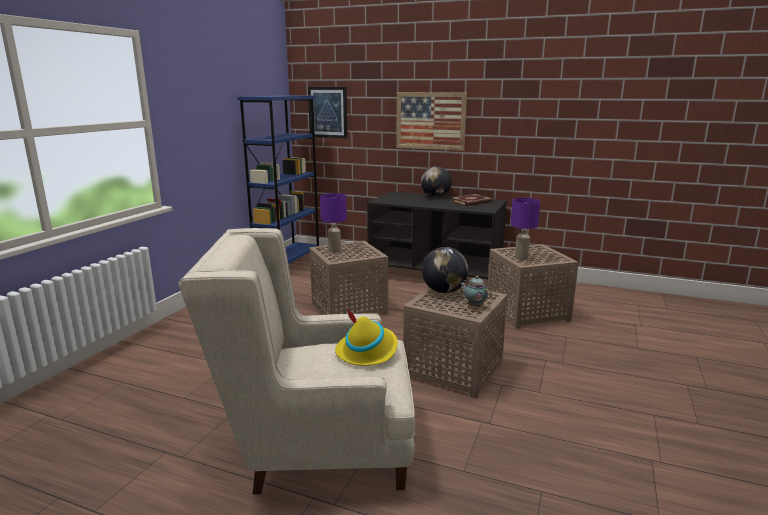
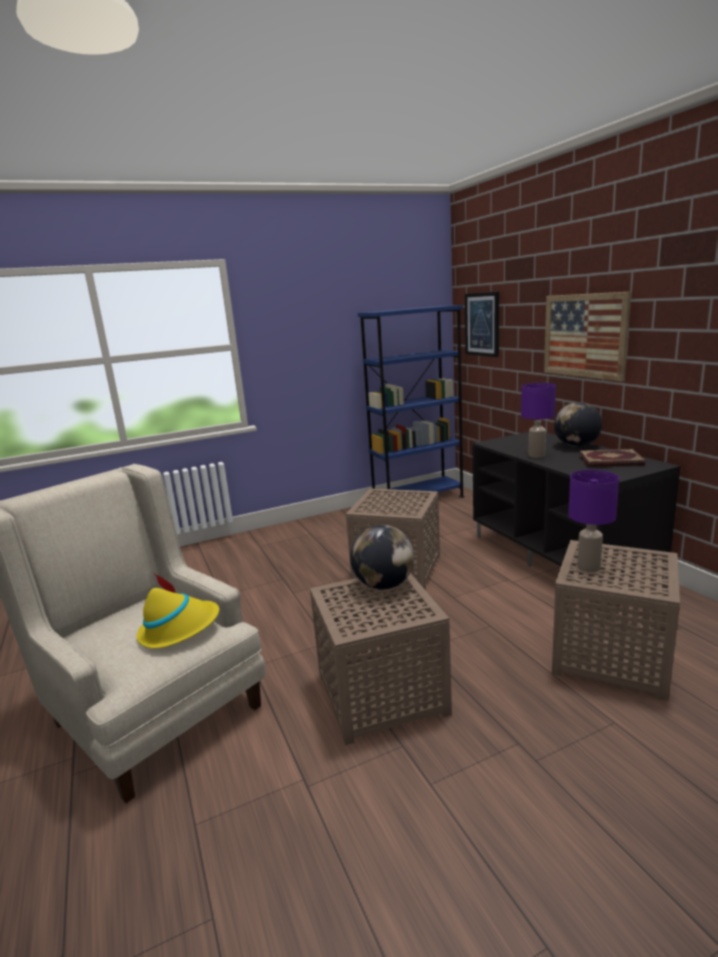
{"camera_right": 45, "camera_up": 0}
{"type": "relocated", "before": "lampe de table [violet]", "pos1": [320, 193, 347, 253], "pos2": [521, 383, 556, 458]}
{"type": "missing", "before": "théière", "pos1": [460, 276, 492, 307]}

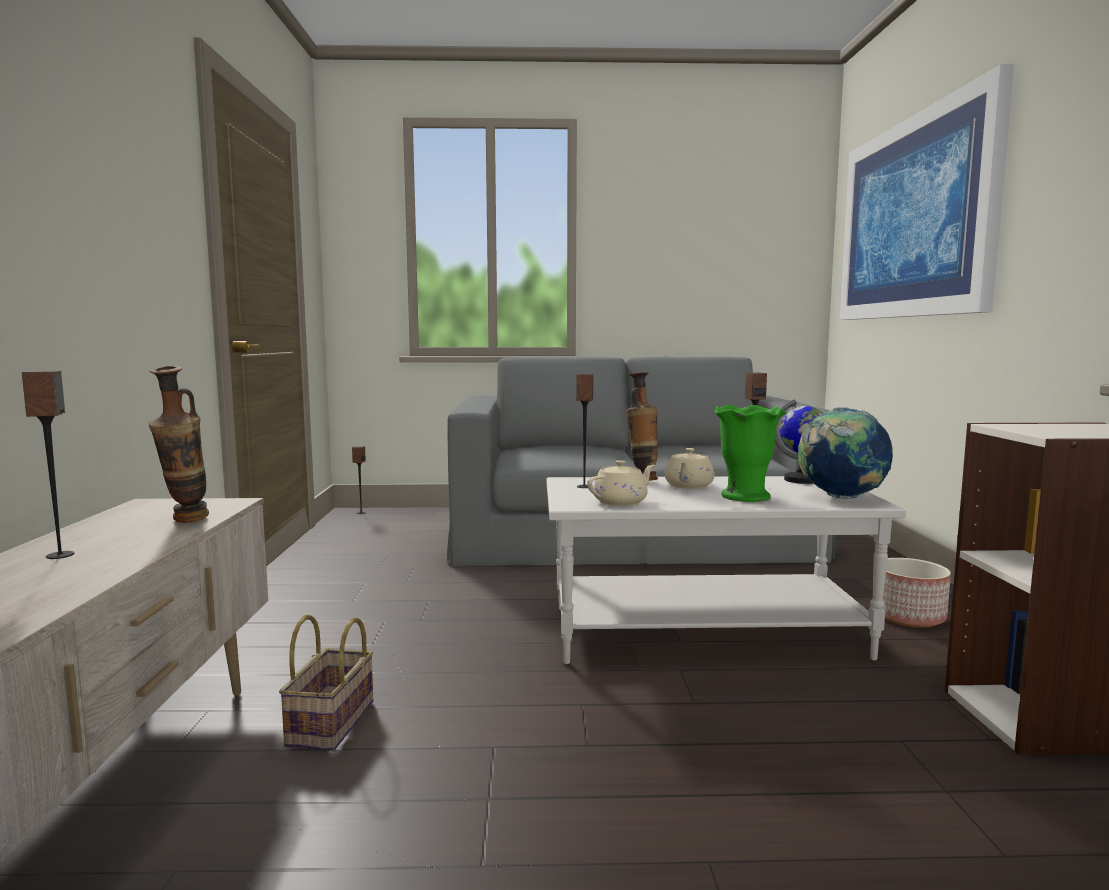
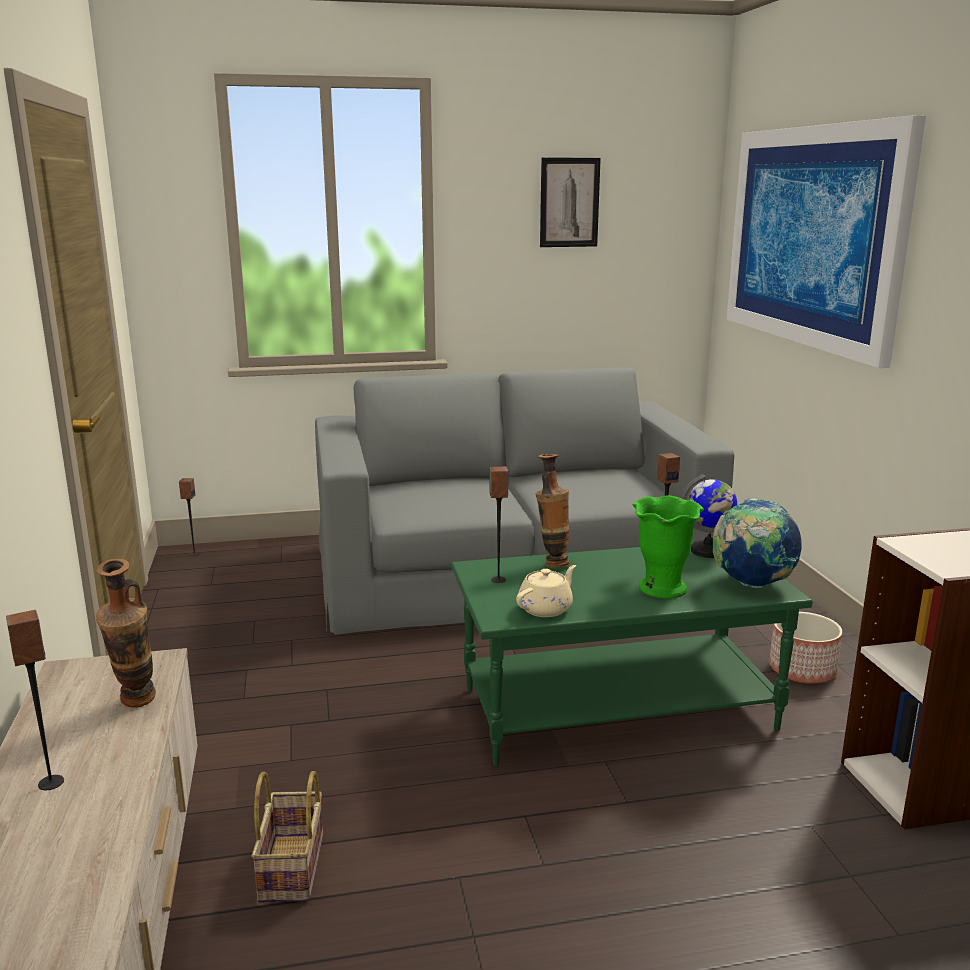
{"camera_right": -10, "camera_up": 10}
{"type": "missing", "before": "théière [beige]", "pos1": [665, 448, 714, 489]}
{"type": "colour", "before": "table basse [blanc]", "after": "table basse [vert]", "pos1": [547, 476, 906, 664], "pos2": [451, 547, 813, 766]}
{"type": "appeared", "after": "tableau", "pos2": [540, 157, 601, 247]}

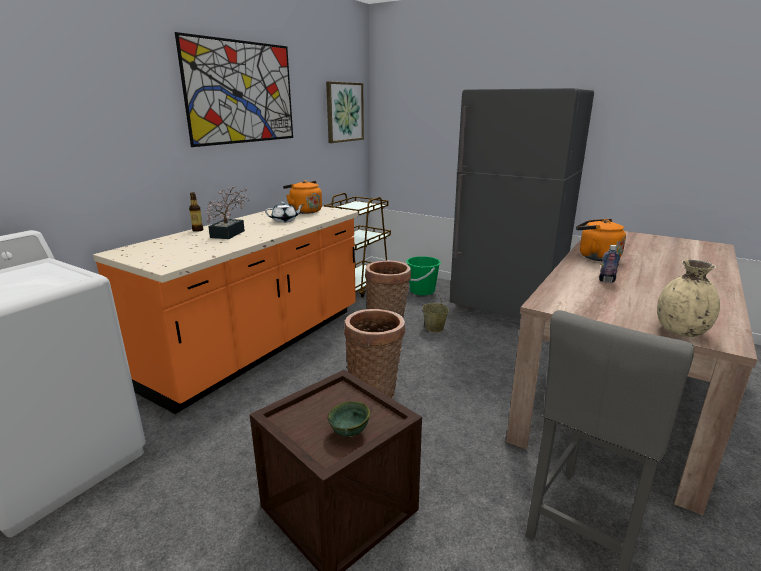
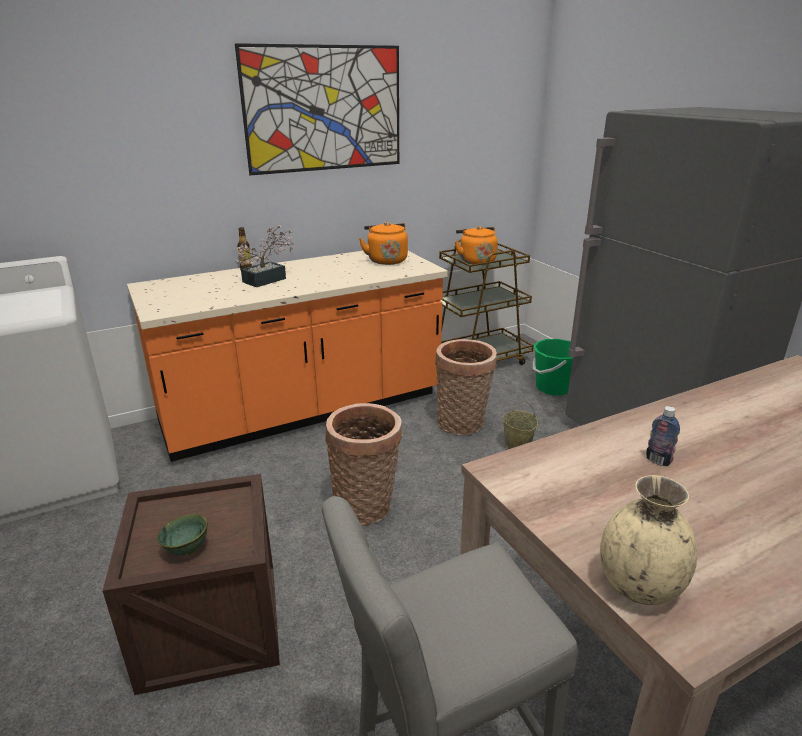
{"camera_right": 30, "camera_up": 5}
{"type": "missing", "before": "tableau", "pos1": [326, 81, 364, 143]}
{"type": "missing", "before": "théière [blanc]", "pos1": [265, 202, 303, 223]}
{"type": "relocated", "before": "bouilloire [orange]", "pos1": [576, 219, 626, 261], "pos2": [455, 226, 498, 265]}

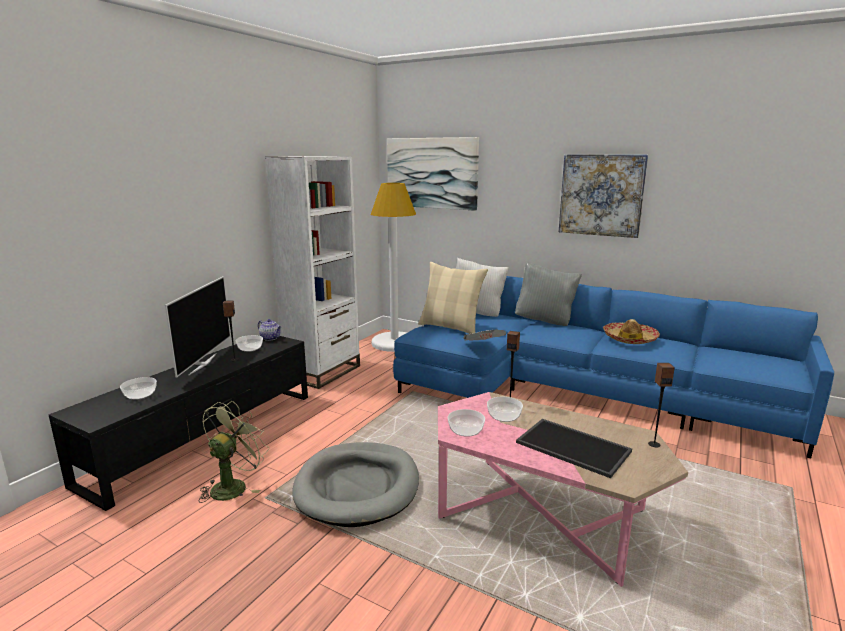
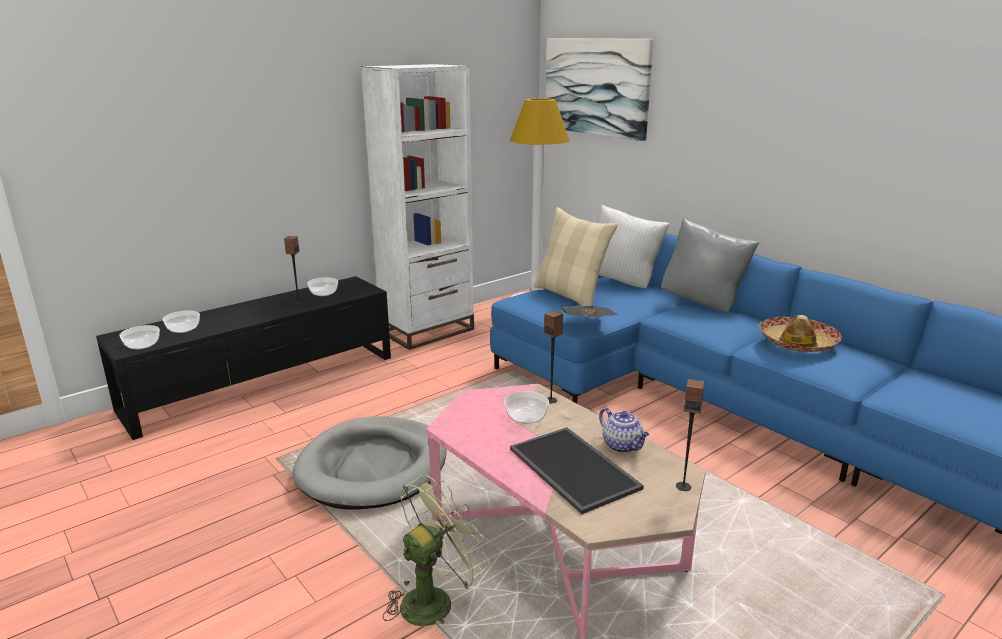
{"camera_right": 20, "camera_up": 5}
{"type": "missing", "before": "tableau", "pos1": [559, 154, 648, 238]}
{"type": "missing", "before": "téléviseur", "pos1": [165, 276, 231, 378]}
{"type": "relocated", "before": "théière", "pos1": [258, 319, 281, 341], "pos2": [599, 408, 649, 453]}
{"type": "relocated", "before": "ventilateur [vert]", "pos1": [198, 401, 269, 503], "pos2": [383, 474, 490, 626]}
{"type": "relocated", "before": "bol", "pos1": [448, 409, 485, 437], "pos2": [119, 325, 160, 350]}

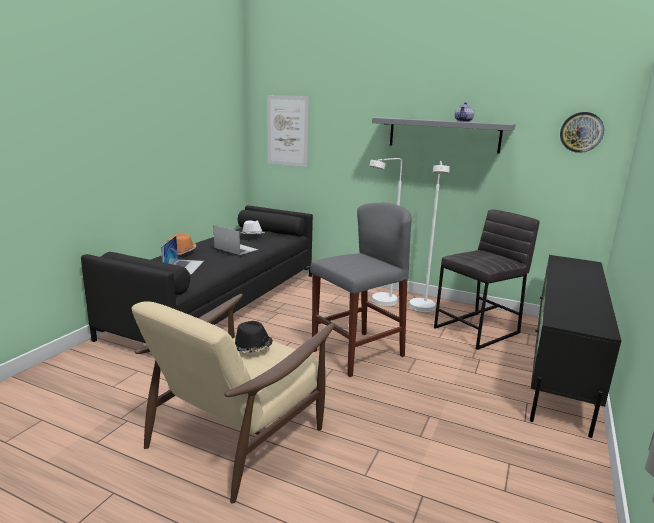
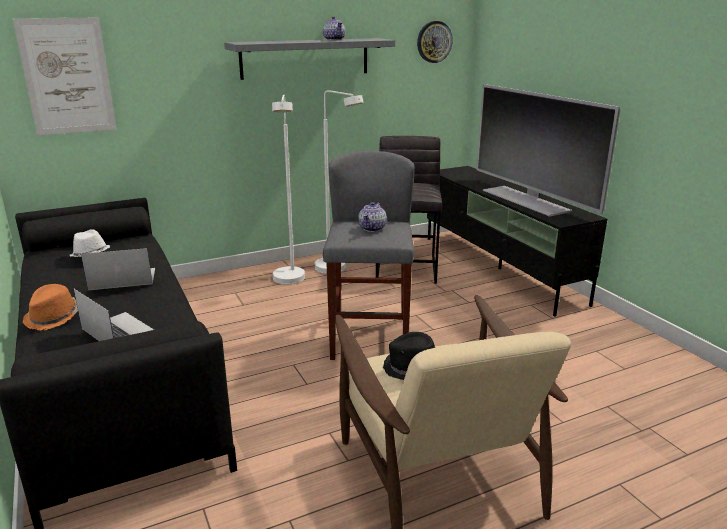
{"camera_right": -50, "camera_up": 5}
{"type": "appeared", "after": "téléviseur", "pos2": [477, 84, 621, 217]}
{"type": "appeared", "after": "théière", "pos2": [358, 202, 387, 232]}

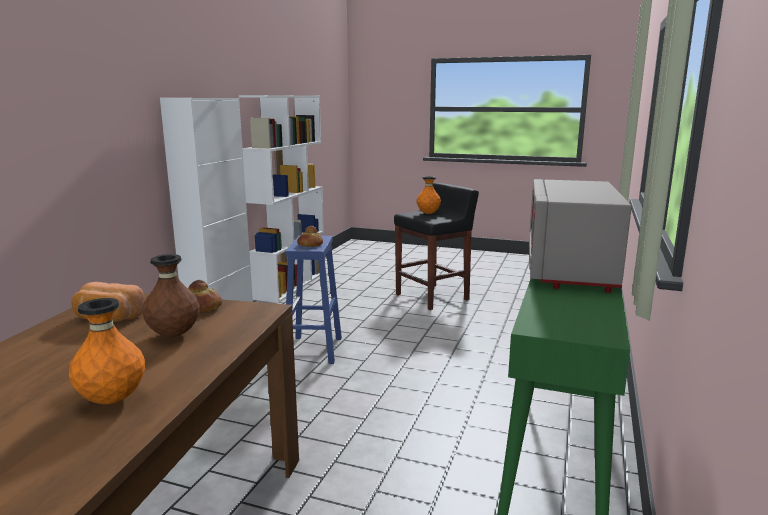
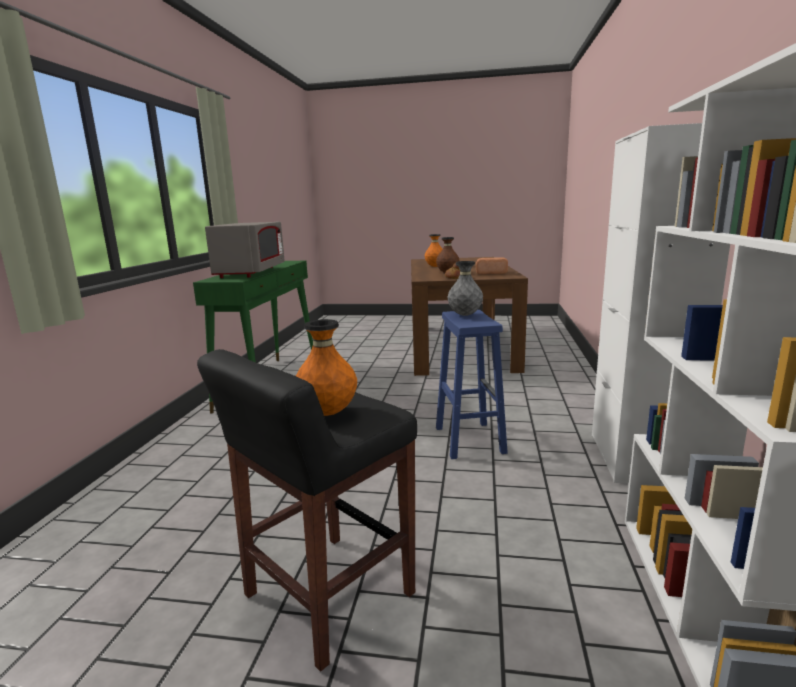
{"camera_right": 170, "camera_up": 0}
{"type": "exchanged", "before": "pain", "after": "vase [gris]", "pos1": [297, 226, 323, 247], "pos2": [448, 261, 483, 316]}

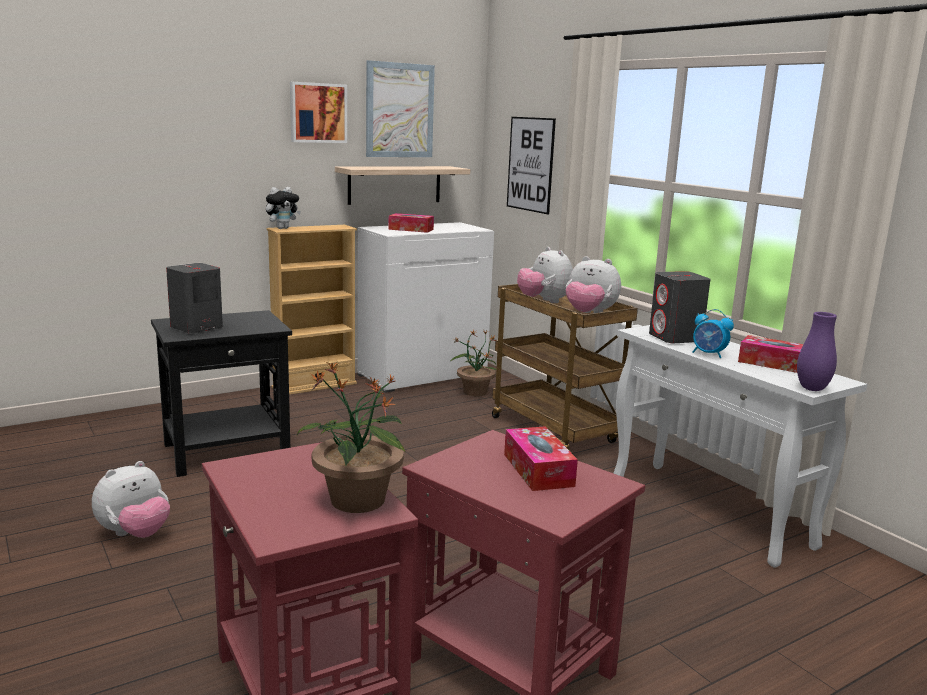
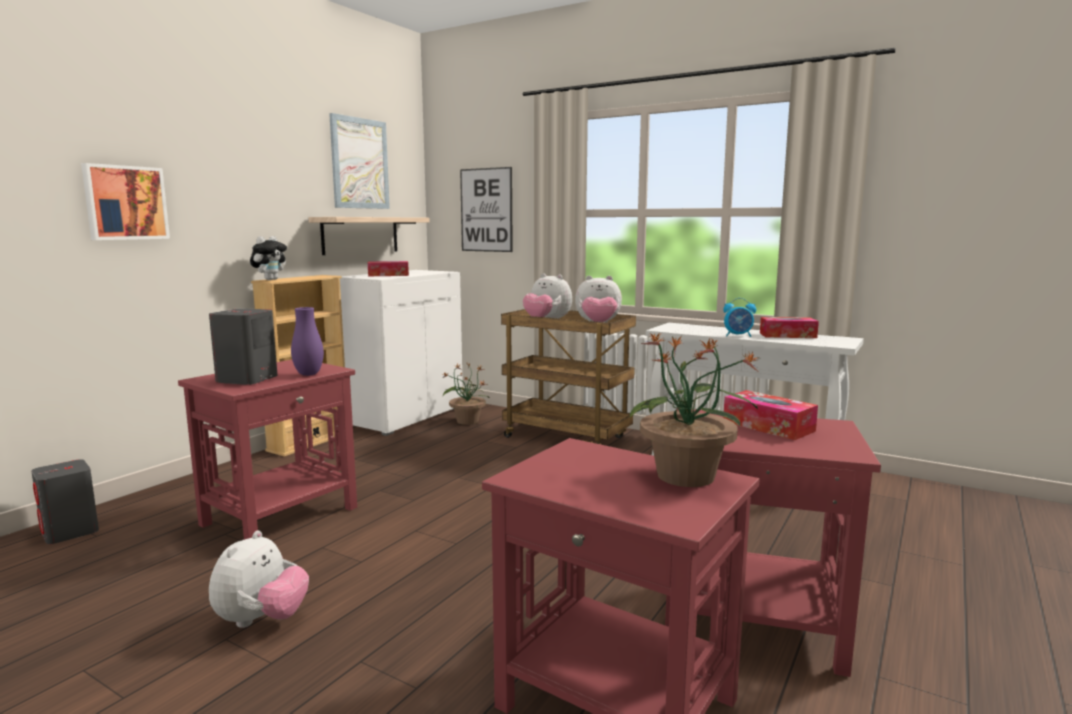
{"camera_right": -25, "camera_up": -5}
{"type": "relocated", "before": "tableau", "pos1": [290, 82, 347, 143], "pos2": [81, 163, 170, 240]}
{"type": "relocated", "before": "enceinte [gris]", "pos1": [649, 271, 710, 343], "pos2": [31, 459, 99, 544]}
{"type": "colour", "before": "table d'appoint [noir]", "after": "table d'appoint [rouge]", "pos1": [151, 310, 292, 477], "pos2": [178, 360, 357, 540]}
{"type": "relocated", "before": "vase [violet]", "pos1": [797, 312, 837, 391], "pos2": [291, 307, 324, 376]}

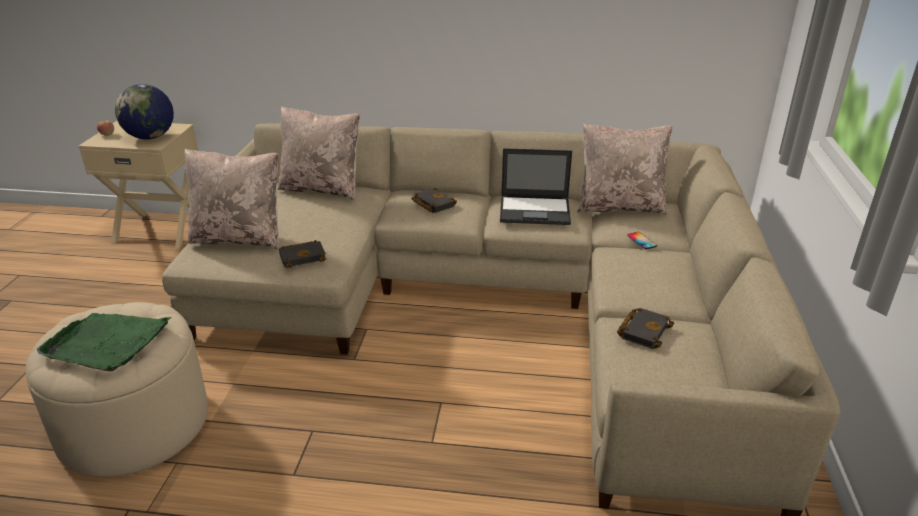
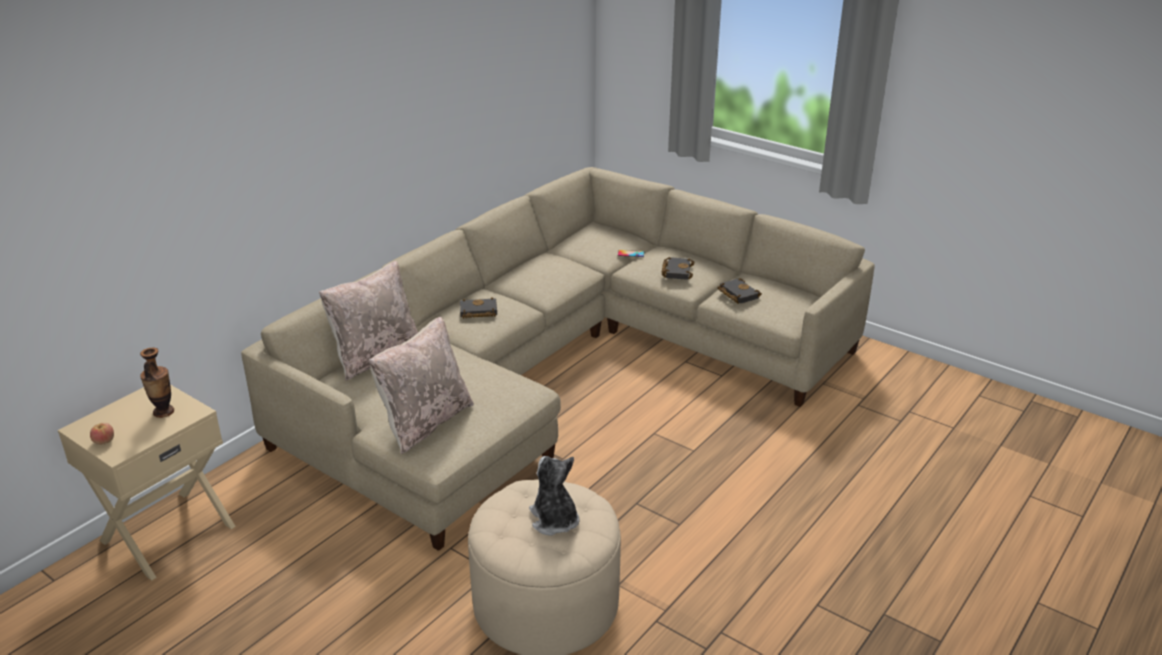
{"camera_right": -60, "camera_up": 0}
{"type": "exchanged", "before": "globe", "after": "vase", "pos1": [115, 84, 174, 139], "pos2": [140, 347, 174, 418]}
{"type": "missing", "before": "coussin [beige]", "pos1": [577, 124, 672, 215]}
{"type": "missing", "before": "ordinateur portable", "pos1": [500, 148, 572, 225]}
{"type": "relocated", "before": "livre [noir]", "pos1": [279, 240, 326, 268], "pos2": [662, 257, 694, 280]}
{"type": "exchanged", "before": "plateau [vert]", "after": "peluche", "pos1": [37, 313, 172, 372], "pos2": [529, 456, 580, 536]}

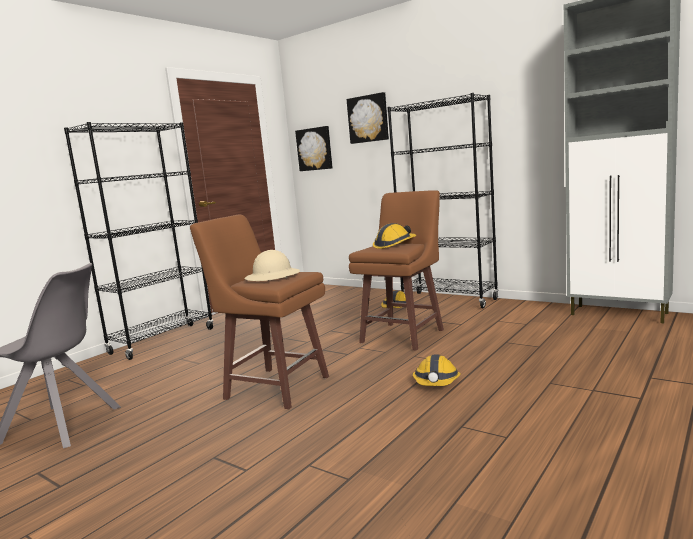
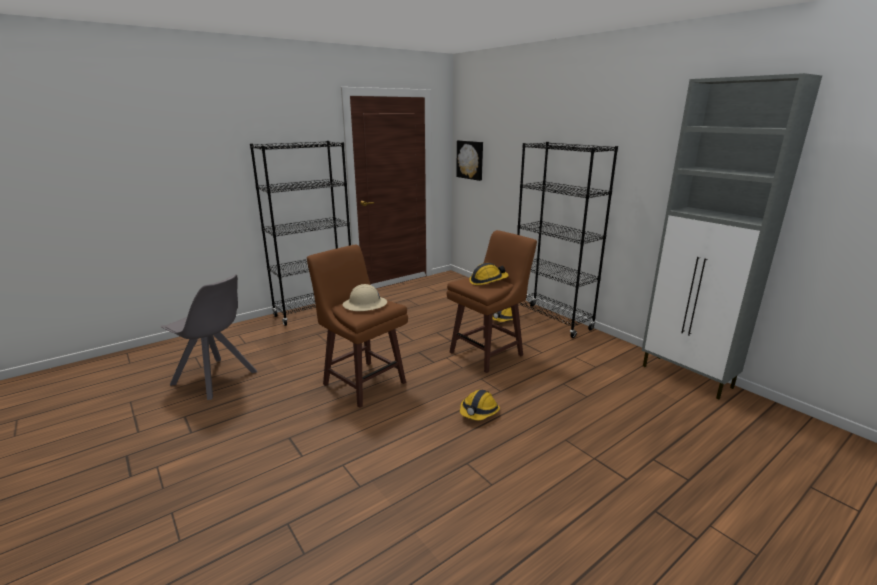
{"camera_right": 15, "camera_up": 10}
{"type": "missing", "before": "tableau", "pos1": [347, 92, 389, 144]}

